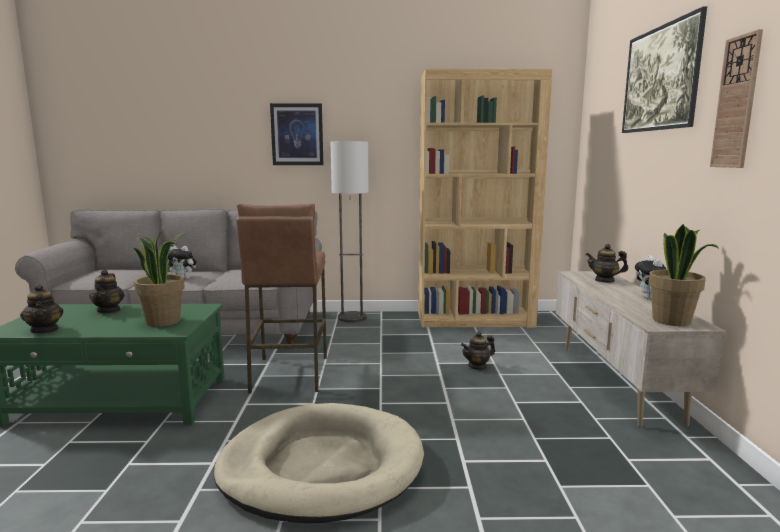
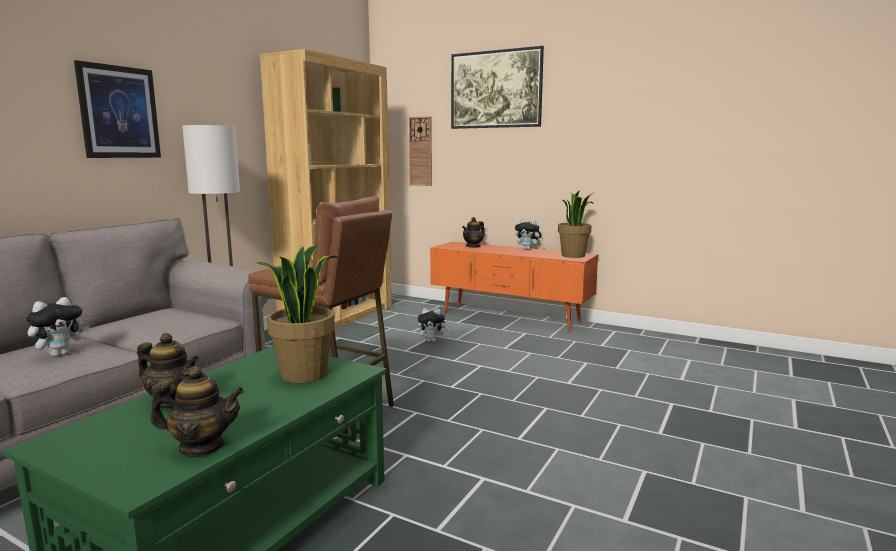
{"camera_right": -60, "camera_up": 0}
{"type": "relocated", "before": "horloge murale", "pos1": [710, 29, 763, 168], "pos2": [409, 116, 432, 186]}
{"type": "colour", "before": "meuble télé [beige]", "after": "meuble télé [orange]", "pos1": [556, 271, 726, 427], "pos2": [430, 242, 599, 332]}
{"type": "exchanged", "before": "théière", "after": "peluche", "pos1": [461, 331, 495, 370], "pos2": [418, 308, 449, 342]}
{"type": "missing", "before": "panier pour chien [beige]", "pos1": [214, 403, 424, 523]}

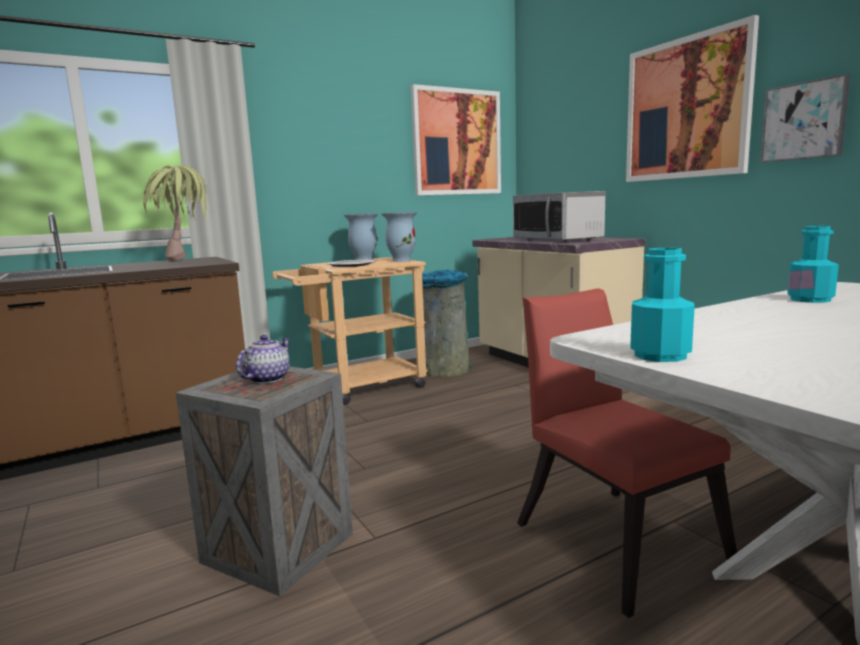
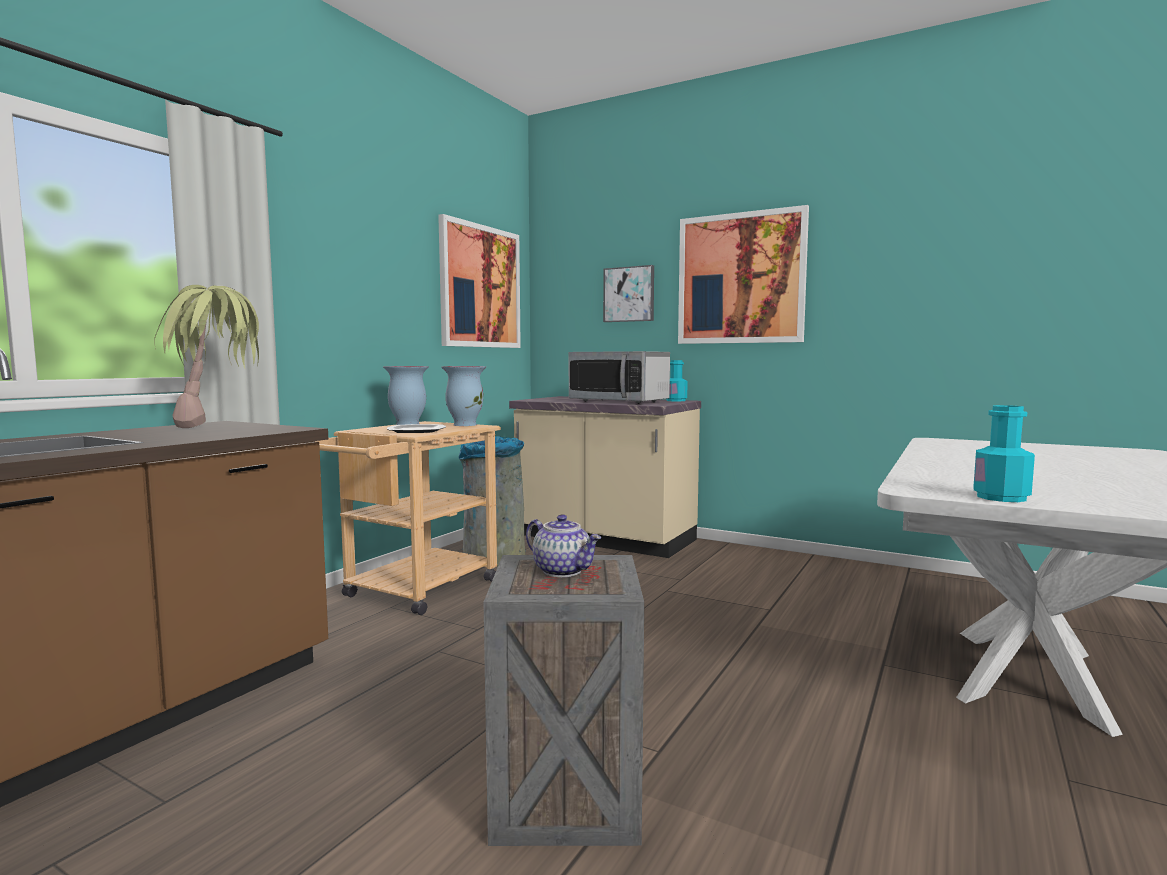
{"camera_right": -30, "camera_up": -5}
{"type": "relocated", "before": "tableau", "pos1": [760, 74, 850, 162], "pos2": [603, 265, 654, 322]}
{"type": "relocated", "before": "bouteille [turquoise]", "pos1": [787, 226, 839, 303], "pos2": [666, 360, 688, 401]}
{"type": "missing", "before": "chaise [rouge]", "pos1": [517, 288, 737, 618]}
{"type": "spun", "before": "théière", "pos1": [236, 335, 290, 384], "pos2": [526, 514, 601, 577], "turn": 135}

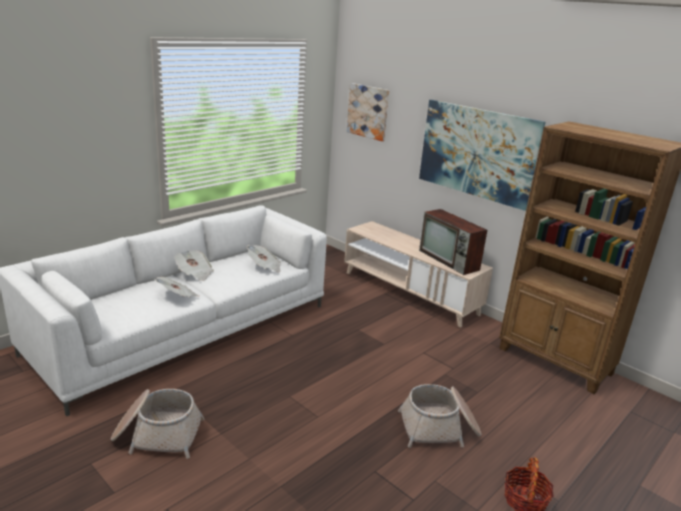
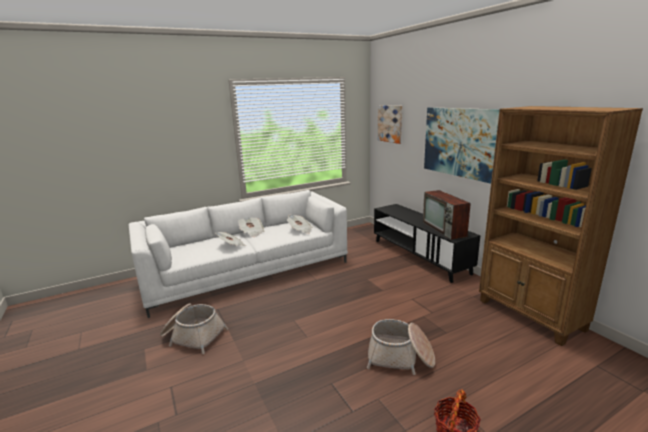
{"camera_right": 20, "camera_up": -5}
{"type": "colour", "before": "meuble télé [beige]", "after": "meuble télé [noir]", "pos1": [344, 221, 493, 328], "pos2": [374, 204, 480, 283]}

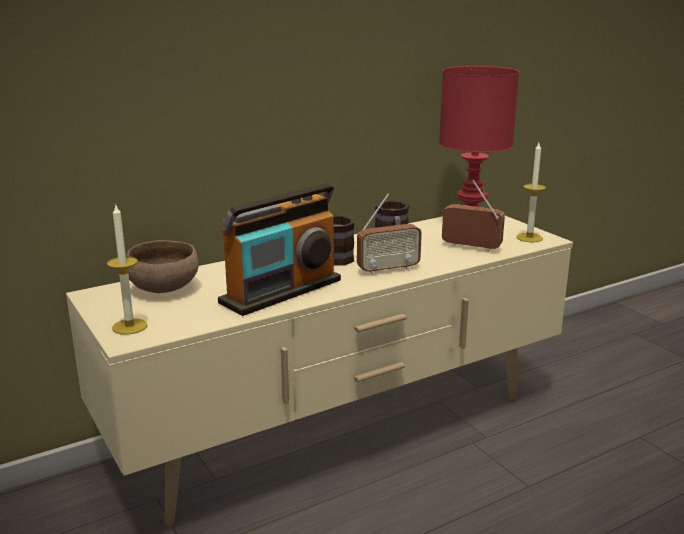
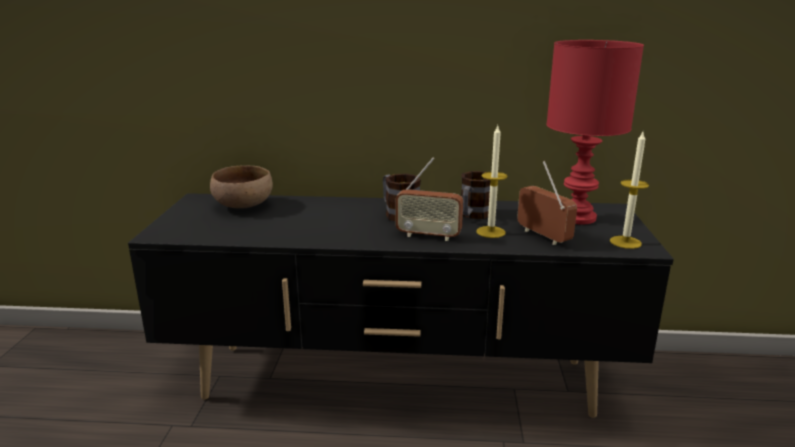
{"camera_right": 35, "camera_up": 0}
{"type": "missing", "before": "radio", "pos1": [218, 182, 341, 316]}
{"type": "relocated", "before": "bougie", "pos1": [107, 205, 148, 335], "pos2": [476, 126, 507, 238]}
{"type": "colour", "before": "meuble télé [beige]", "after": "meuble télé [noir]", "pos1": [66, 216, 573, 526], "pos2": [128, 193, 674, 418]}

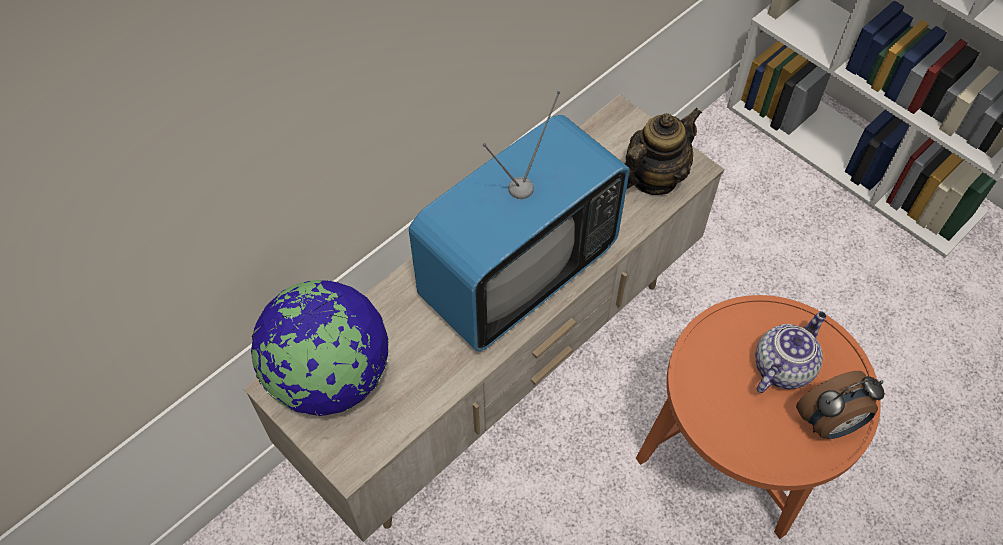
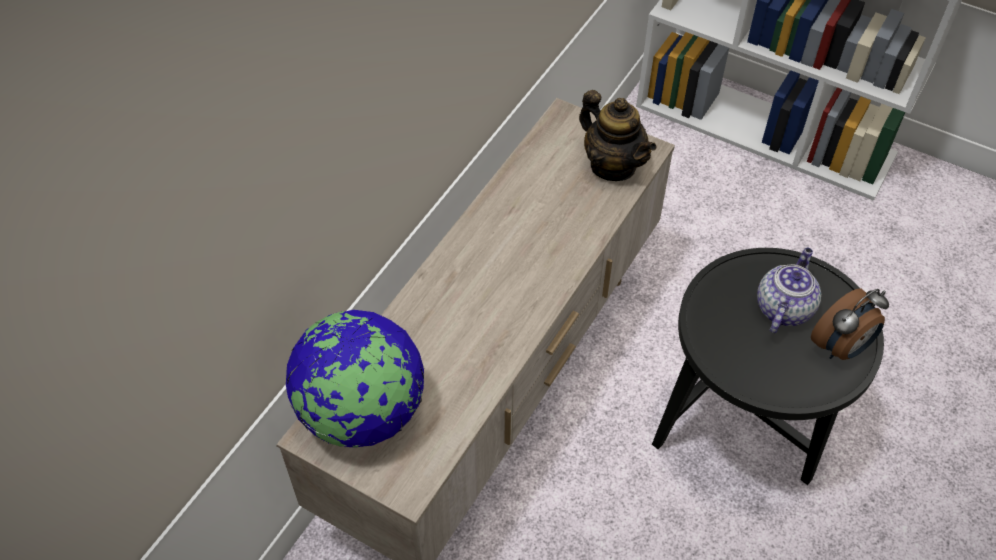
{"camera_right": -15, "camera_up": -5}
{"type": "missing", "before": "téléviseur", "pos1": [409, 91, 630, 351]}
{"type": "spun", "before": "théière", "pos1": [625, 108, 702, 195], "pos2": [579, 90, 656, 181], "turn": 105}
{"type": "colour", "before": "table d'appoint [orange]", "after": "table d'appoint [noir]", "pos1": [636, 295, 881, 539], "pos2": [652, 248, 884, 485]}

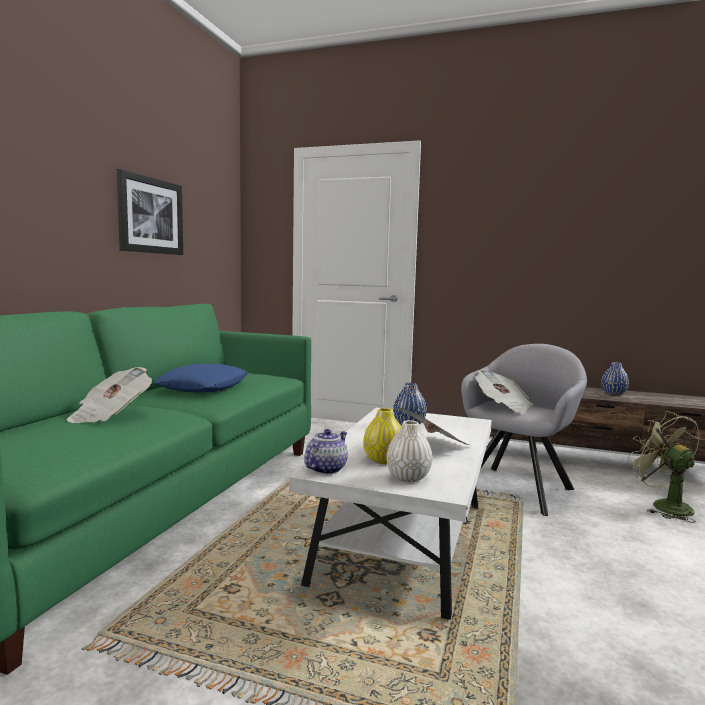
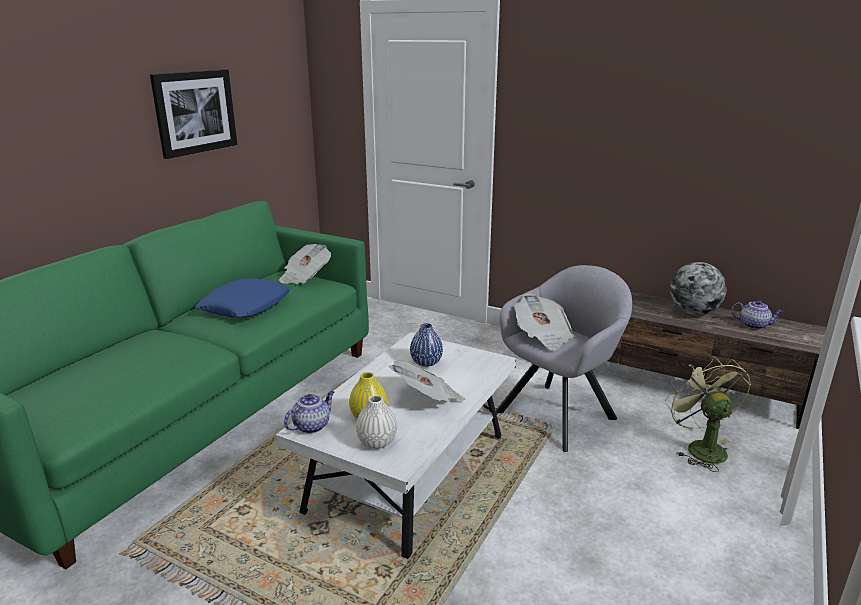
{"camera_right": 10, "camera_up": 15}
{"type": "exchanged", "before": "vase [bleu]", "after": "globe", "pos1": [601, 362, 629, 395], "pos2": [670, 262, 727, 315]}
{"type": "relocated", "before": "journal", "pos1": [67, 367, 152, 423], "pos2": [279, 244, 331, 284]}
{"type": "appeared", "after": "théière", "pos2": [731, 300, 784, 329]}

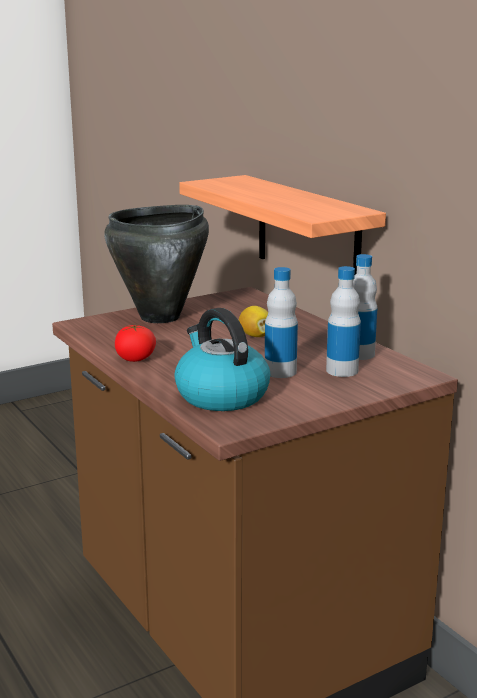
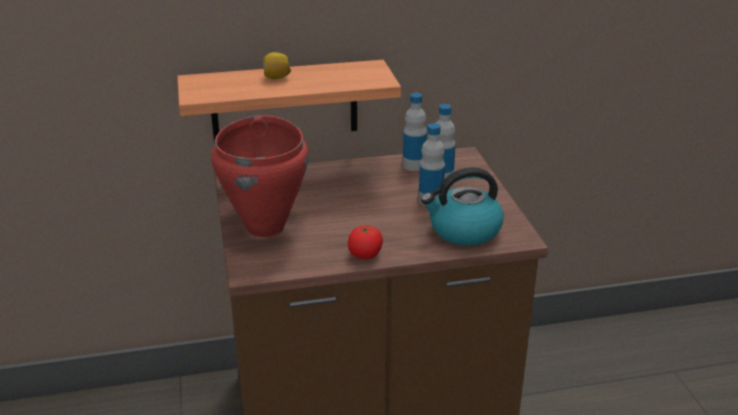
{"camera_right": -70, "camera_up": 10}
{"type": "colour", "before": "marmite [noir]", "after": "marmite [rouge]", "pos1": [104, 205, 209, 323], "pos2": [211, 115, 309, 237]}
{"type": "relocated", "before": "citron", "pos1": [239, 306, 268, 337], "pos2": [263, 52, 291, 79]}

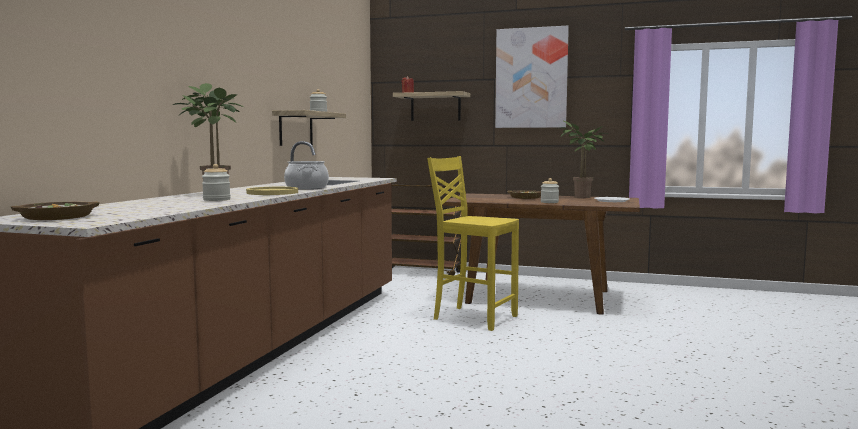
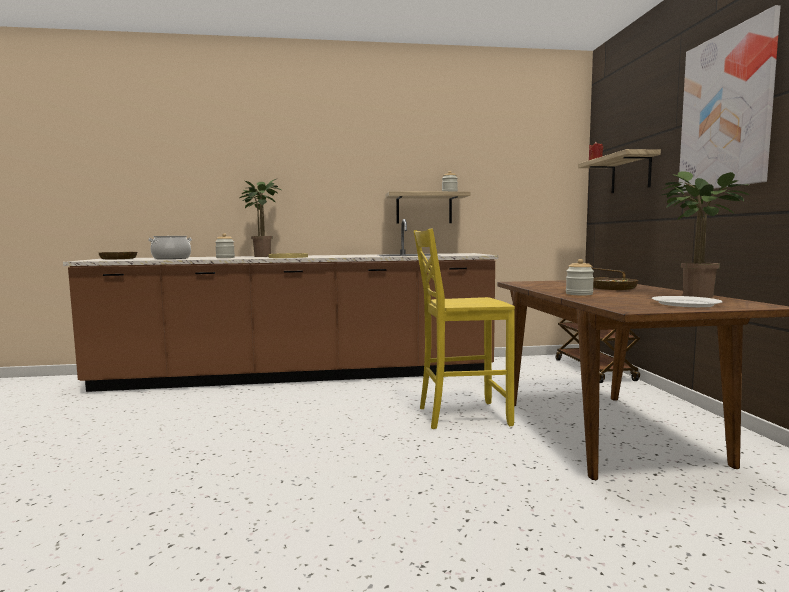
{"camera_right": 65, "camera_up": 0}
{"type": "spun", "before": "chaise [jaune]", "pos1": [427, 156, 519, 331], "pos2": [414, 228, 515, 429], "turn": -105}
{"type": "relocated", "before": "marmite", "pos1": [284, 161, 329, 190], "pos2": [148, 236, 192, 259]}

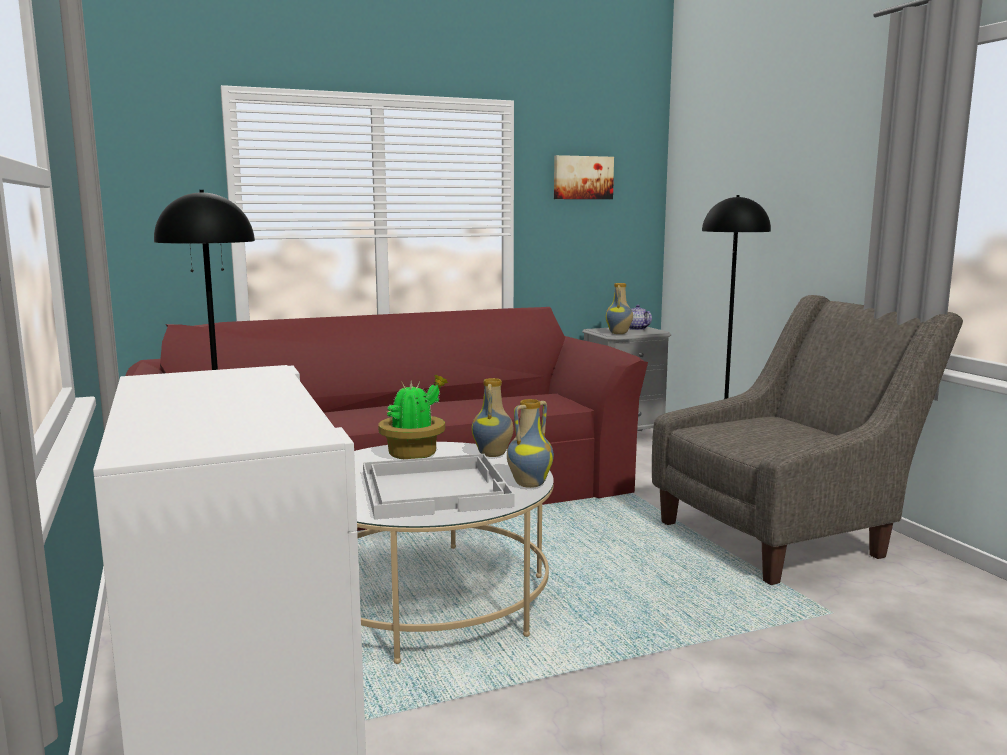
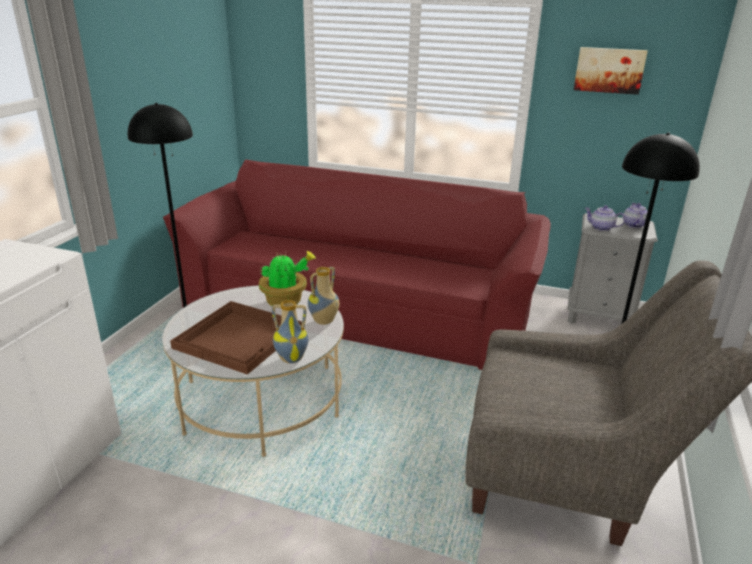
{"camera_right": 40, "camera_up": 15}
{"type": "exchanged", "before": "vase", "after": "théière", "pos1": [605, 283, 633, 334], "pos2": [585, 205, 625, 231]}
{"type": "colour", "before": "plateau [blanc]", "after": "plateau [marron]", "pos1": [363, 454, 515, 519], "pos2": [170, 301, 302, 375]}

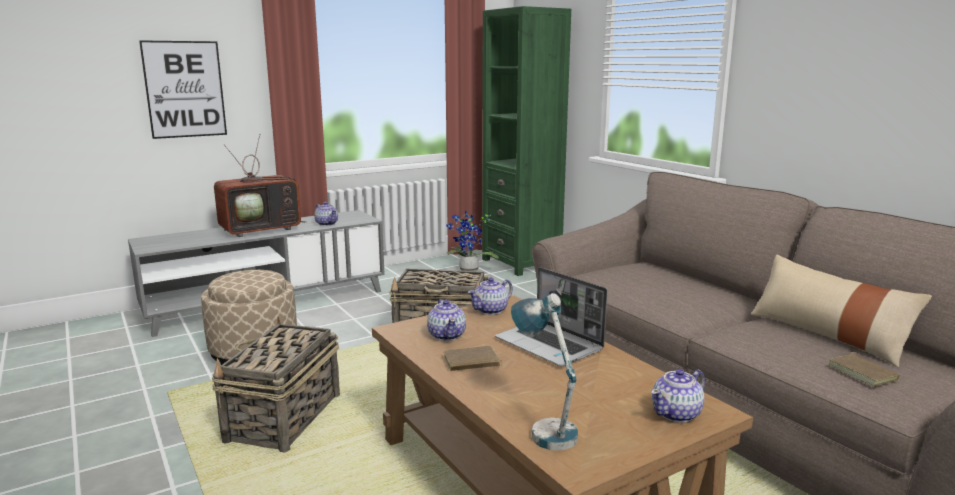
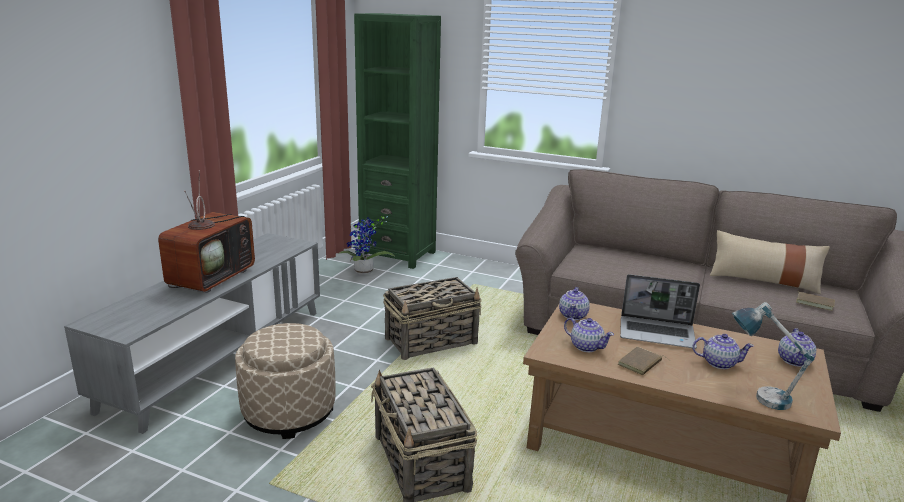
{"camera_right": -35, "camera_up": 5}
{"type": "missing", "before": "tableau", "pos1": [139, 40, 227, 139]}
{"type": "relocated", "before": "théière", "pos1": [314, 202, 338, 226], "pos2": [692, 334, 754, 369]}

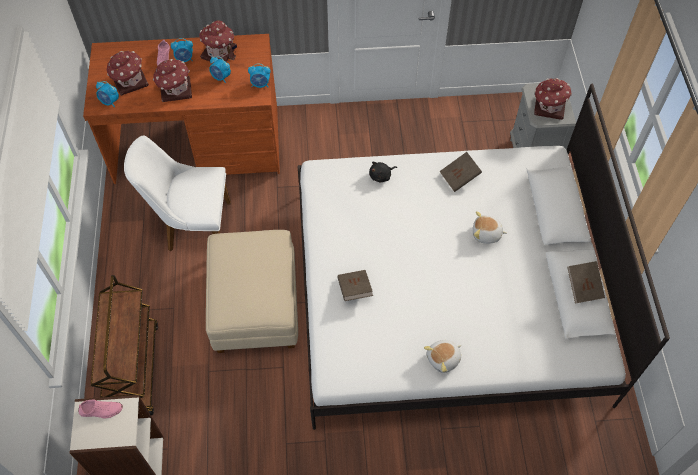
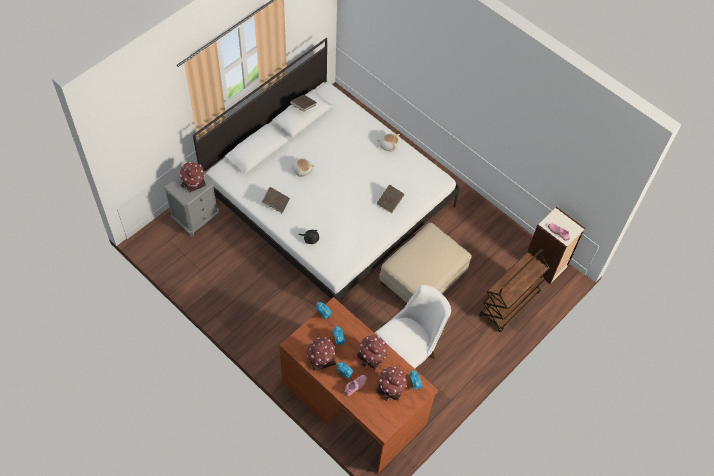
{"camera_right": -135, "camera_up": 0}
{"type": "spun", "before": "chaise [blanc]", "pos1": [124, 136, 231, 251], "pos2": [375, 285, 451, 369], "turn": -90}

